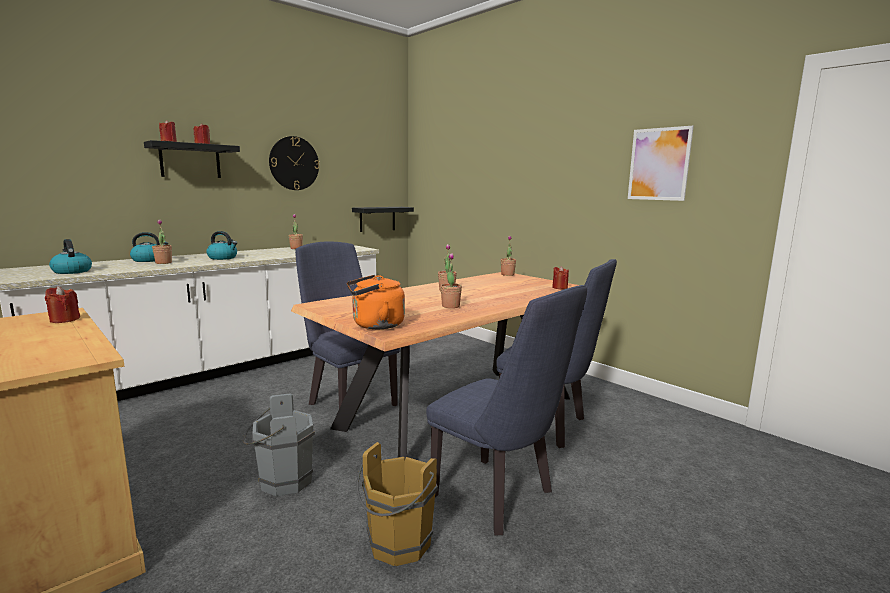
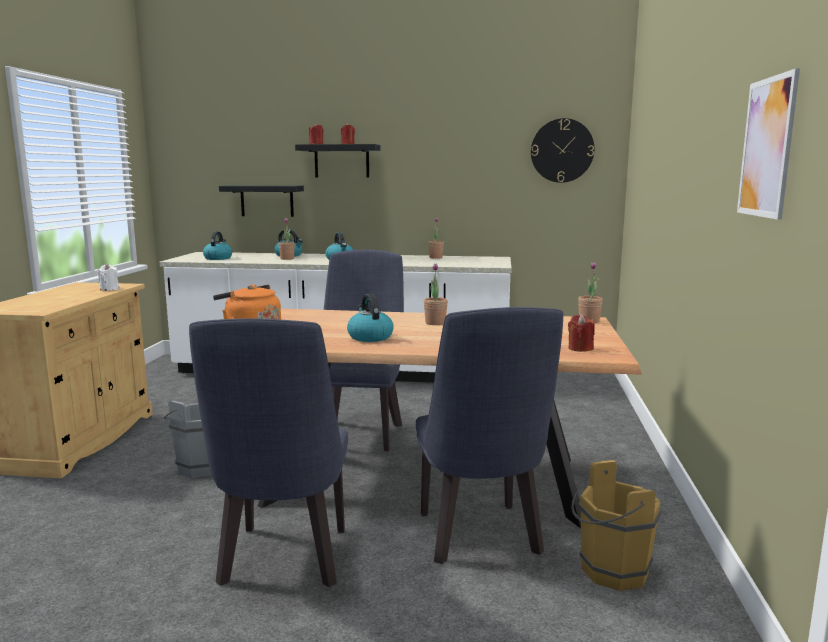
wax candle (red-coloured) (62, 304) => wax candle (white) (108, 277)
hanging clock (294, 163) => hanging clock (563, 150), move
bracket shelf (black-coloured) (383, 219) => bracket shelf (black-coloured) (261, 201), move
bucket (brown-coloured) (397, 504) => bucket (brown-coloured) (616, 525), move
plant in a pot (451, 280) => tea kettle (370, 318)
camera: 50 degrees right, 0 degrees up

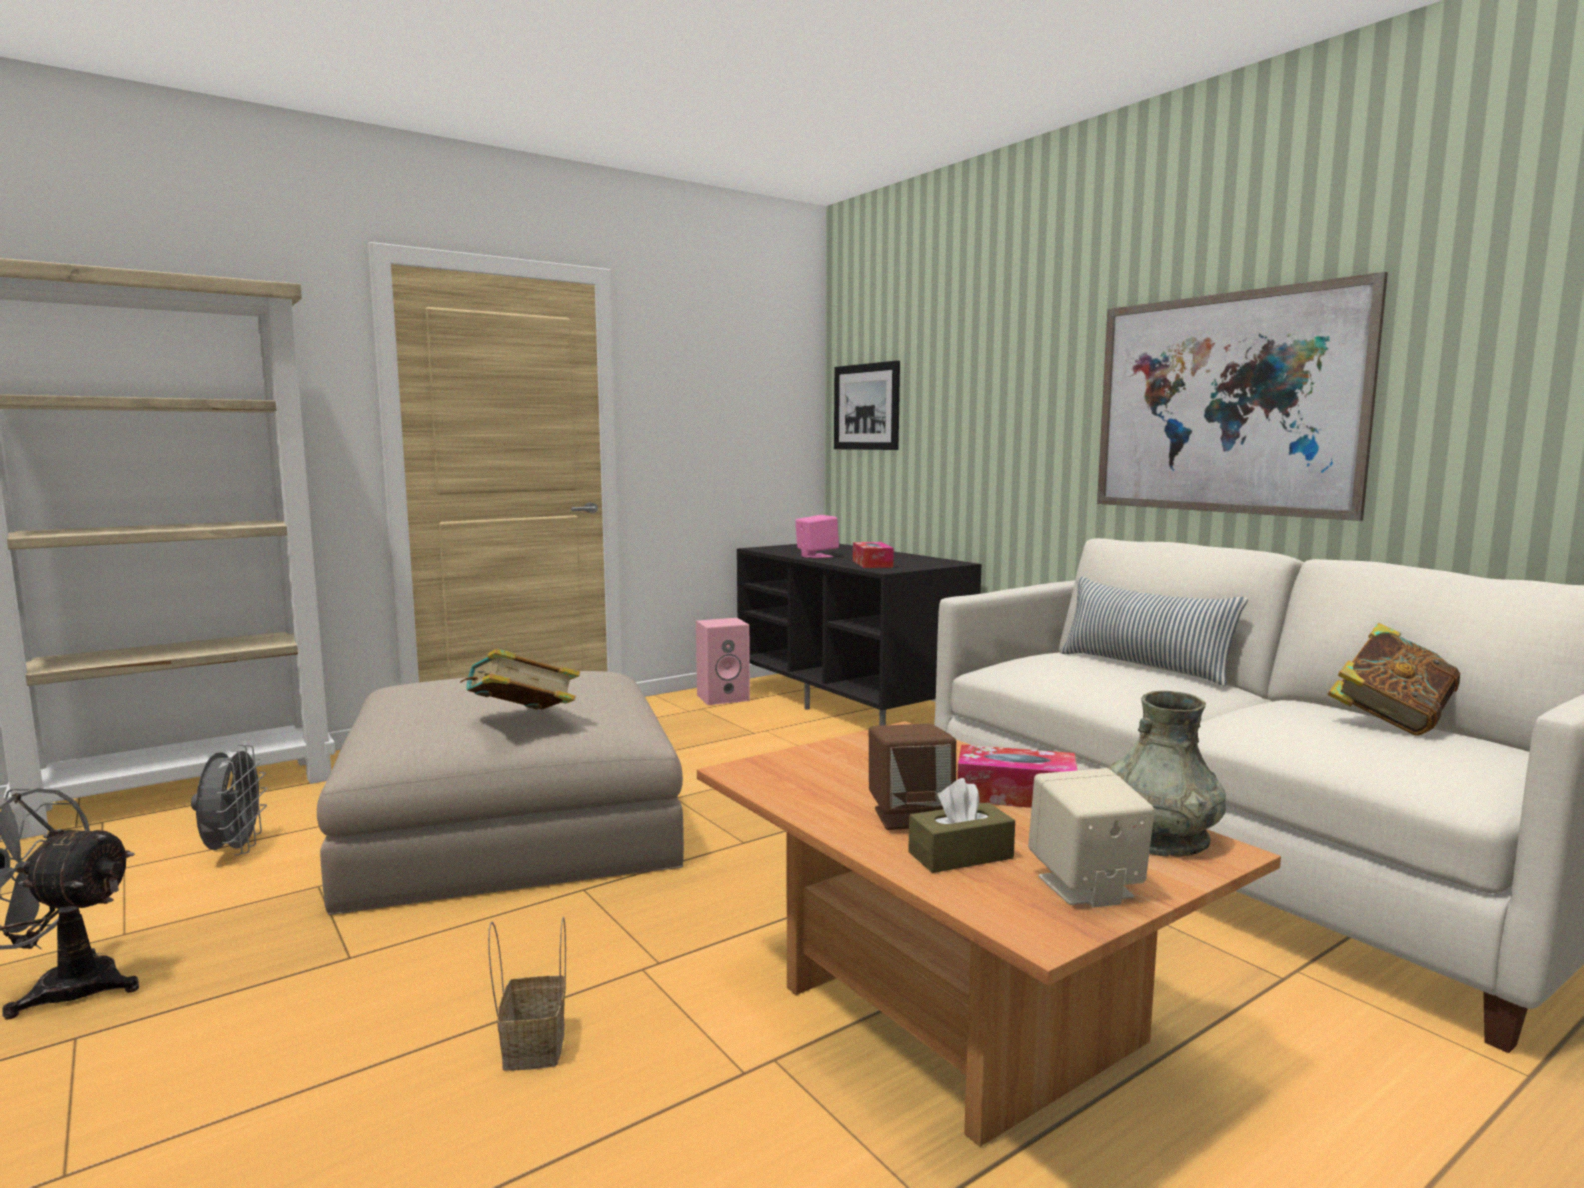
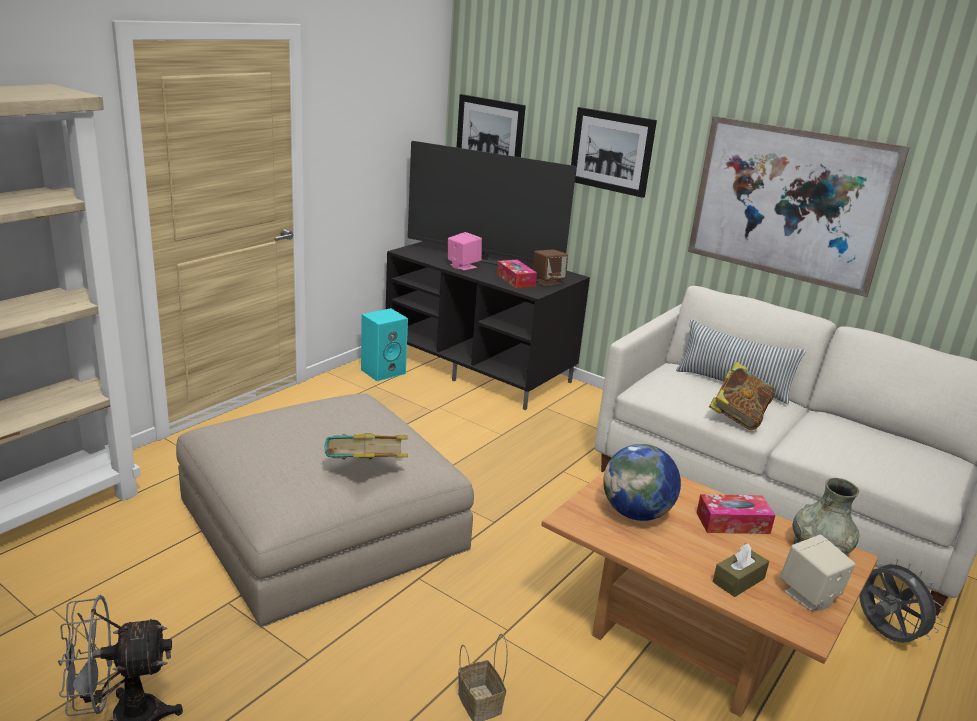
fan (greyish) (229, 800) => fan (greyish) (901, 601), move
speaker (pink-coloured) (723, 661) => speaker (turquoise-coloured) (384, 344)
speaker (brown-coloured) (912, 776) => speaker (brown-coloured) (550, 267), move
volume (1393, 679) => volume (742, 396), move
nothing => TV set (492, 203)
nothing => wall art (614, 152)
nothing => world globe (642, 482)
camera: 20 degrees left, 15 degrees up

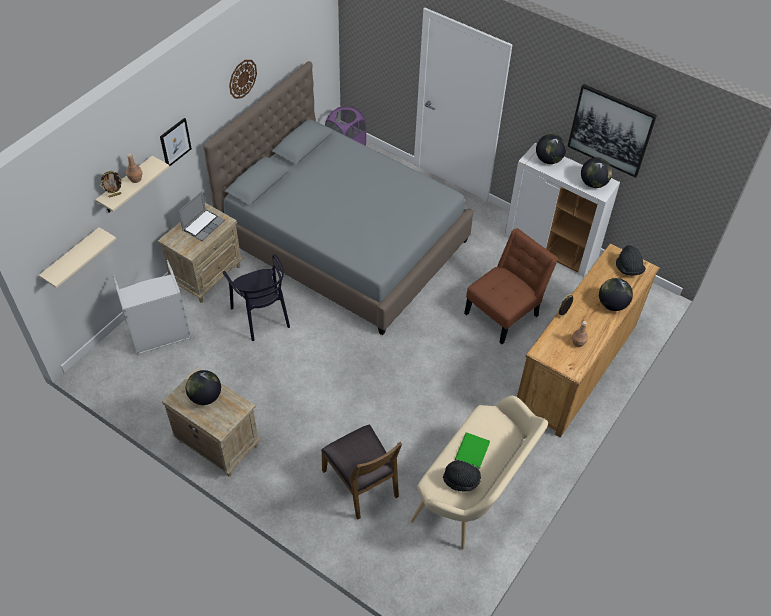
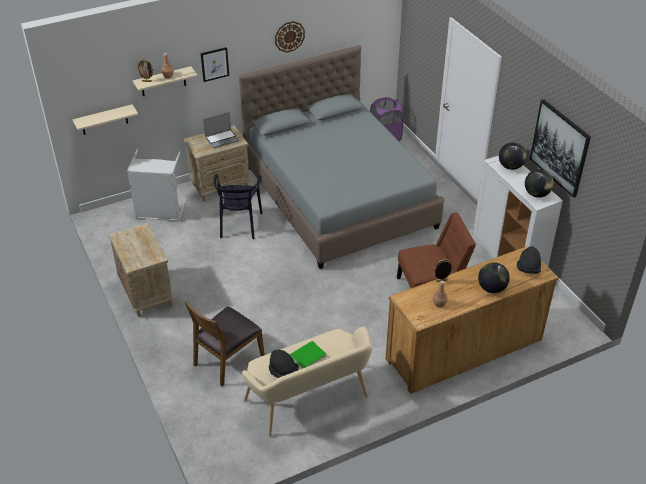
world globe (203, 387) => nothing
upright chair (brown-coloured) (361, 471) => upright chair (brown-coloured) (225, 343), 45 degrees clockwise
camera: 30 degrees right, 10 degrees down

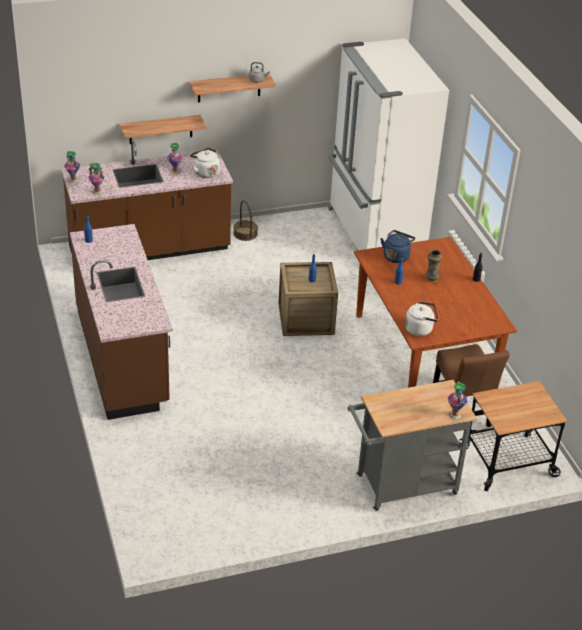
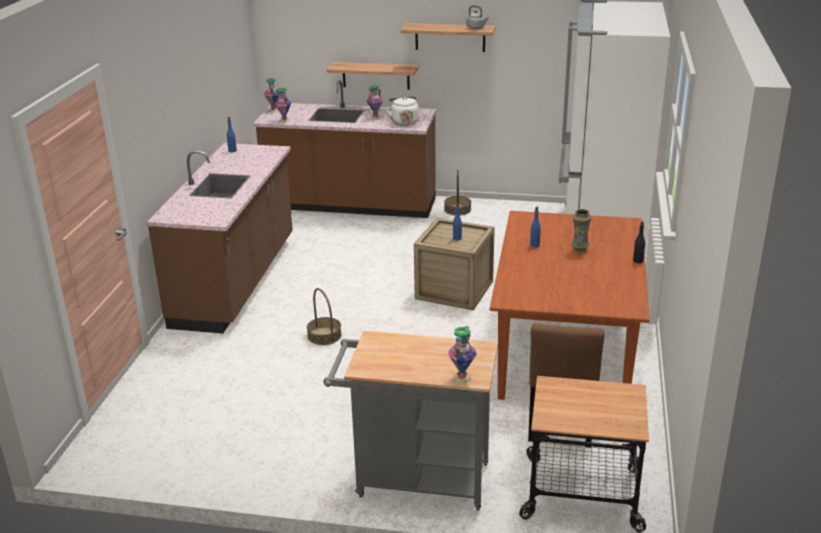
tea kettle (blue-coloured) (397, 246) => nothing
tea kettle (white) (422, 318) => nothing
nothing => storage basket (324, 316)
camera: 30 degrees right, 10 degrees down

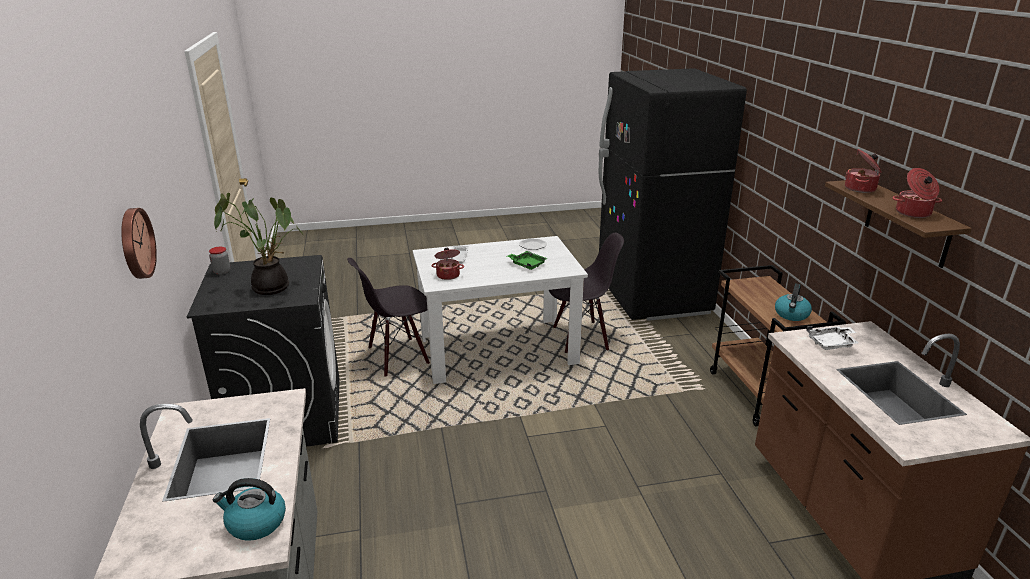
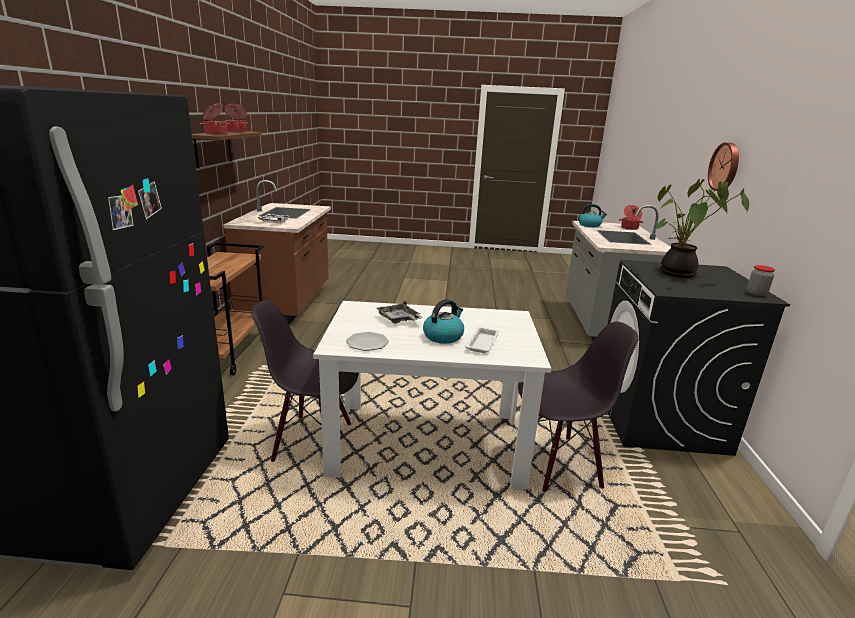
stockpot (448, 264) => stockpot (631, 217), move
carrying tray (green) (527, 260) => carrying tray (greyish) (399, 312)
tea kettle (793, 302) => tea kettle (443, 321), move
camera: 165 degrees left, 5 degrees down

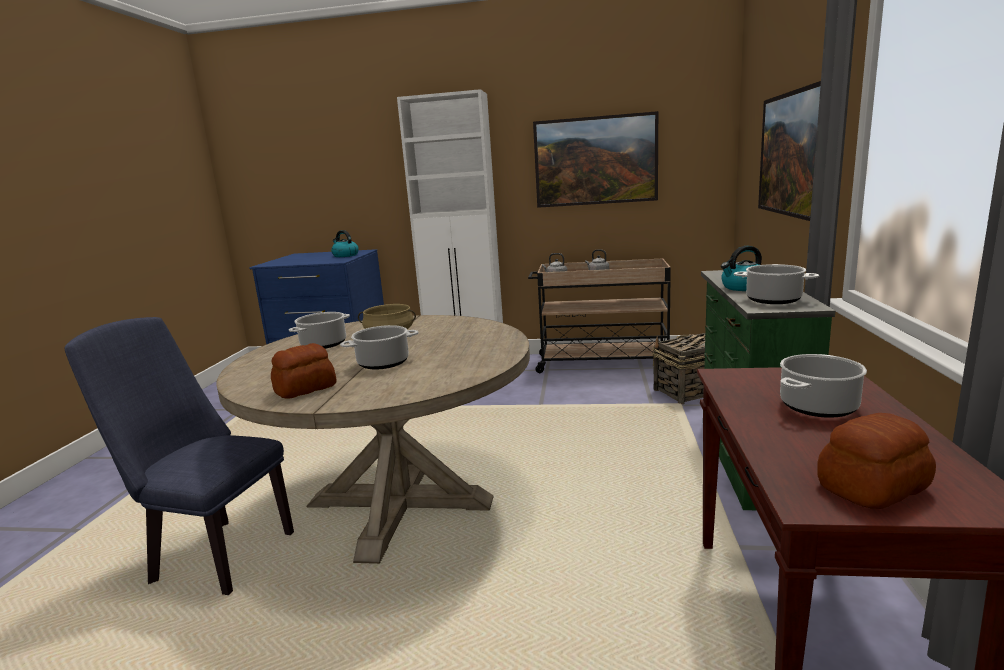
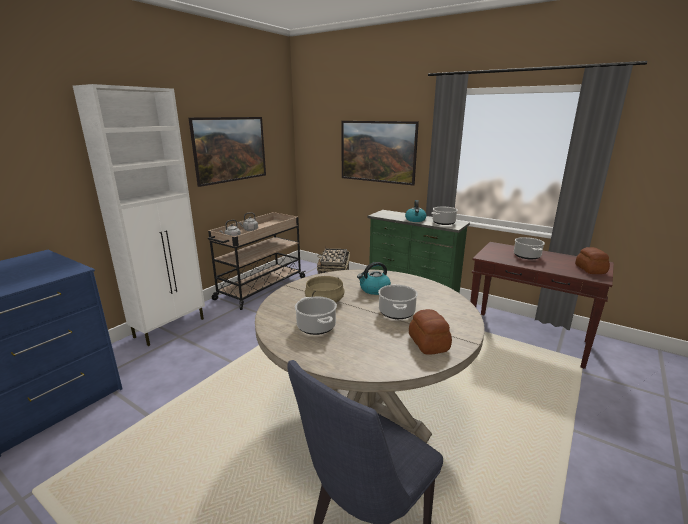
tea kettle (345, 243) => tea kettle (374, 278), move
camera: 65 degrees left, 5 degrees up

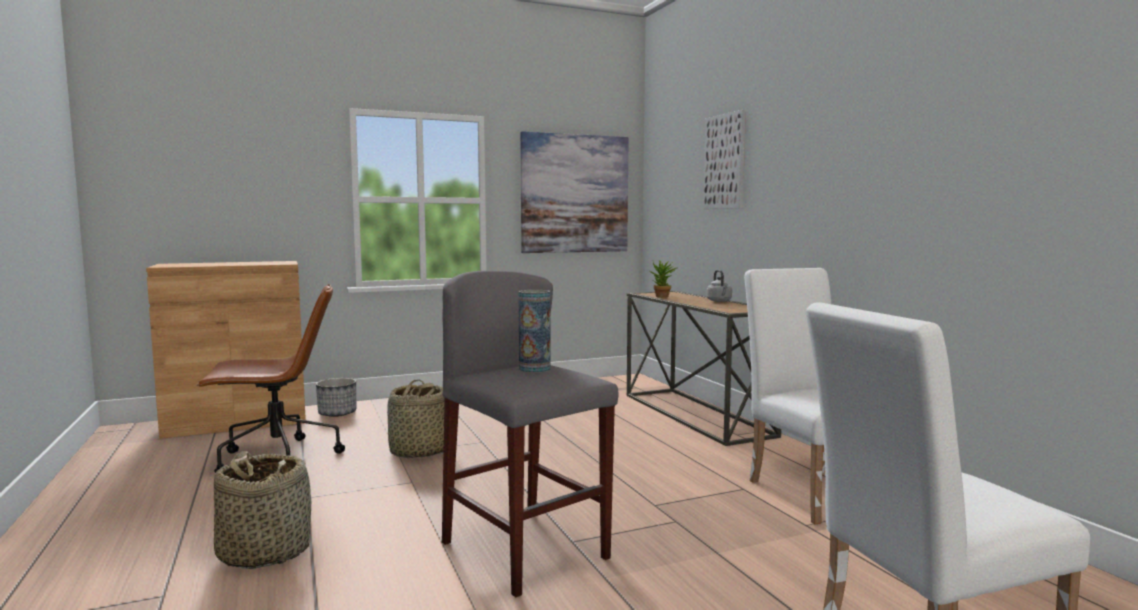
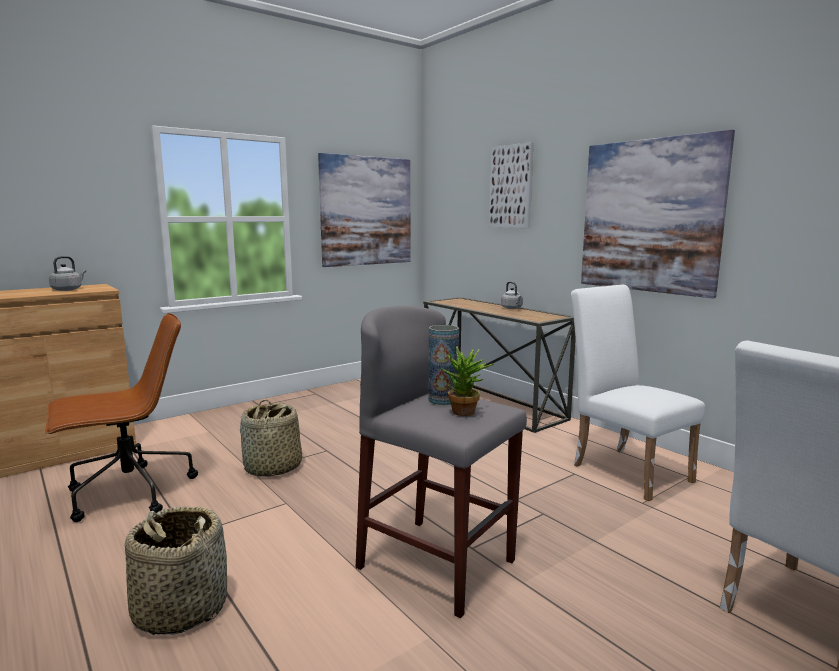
flower pot (336, 397) => nothing
plant in a pot (663, 279) => plant in a pot (467, 381), move
nothing => tea kettle (greyish) (67, 273)
nothing => wall art (658, 213)
camera: 15 degrees left, 5 degrees up

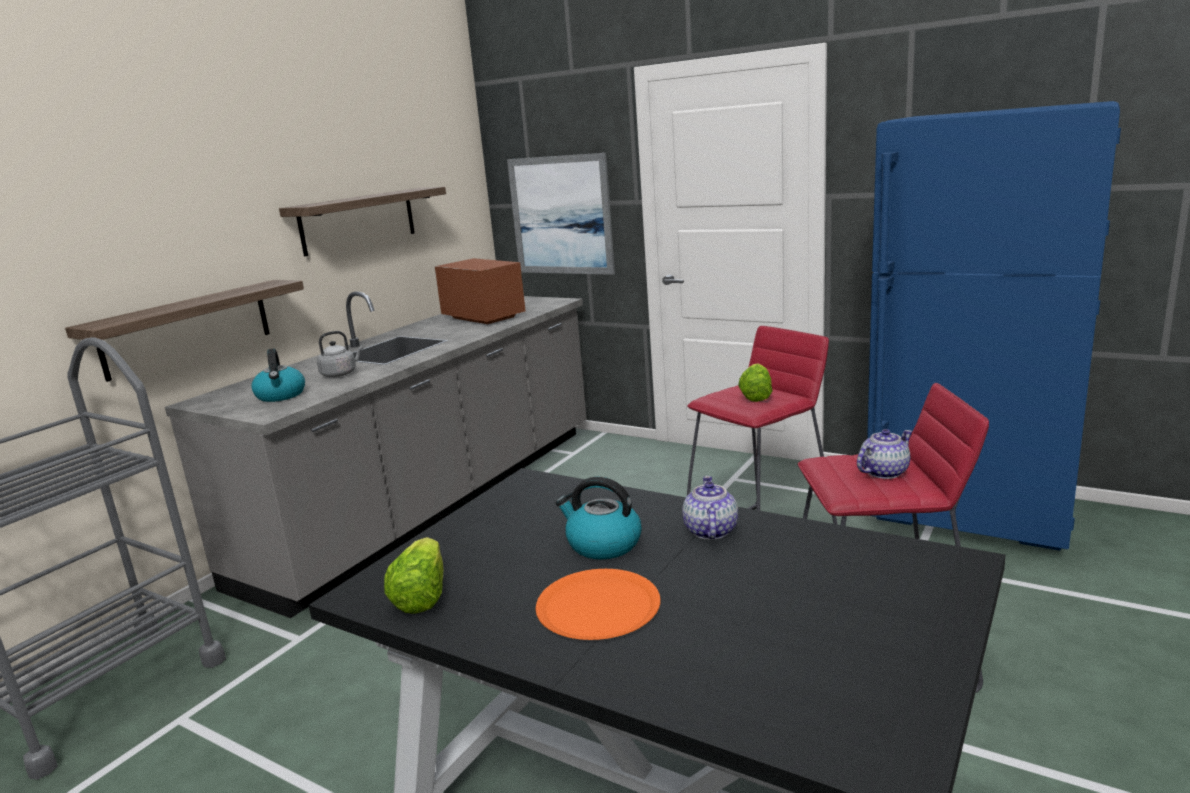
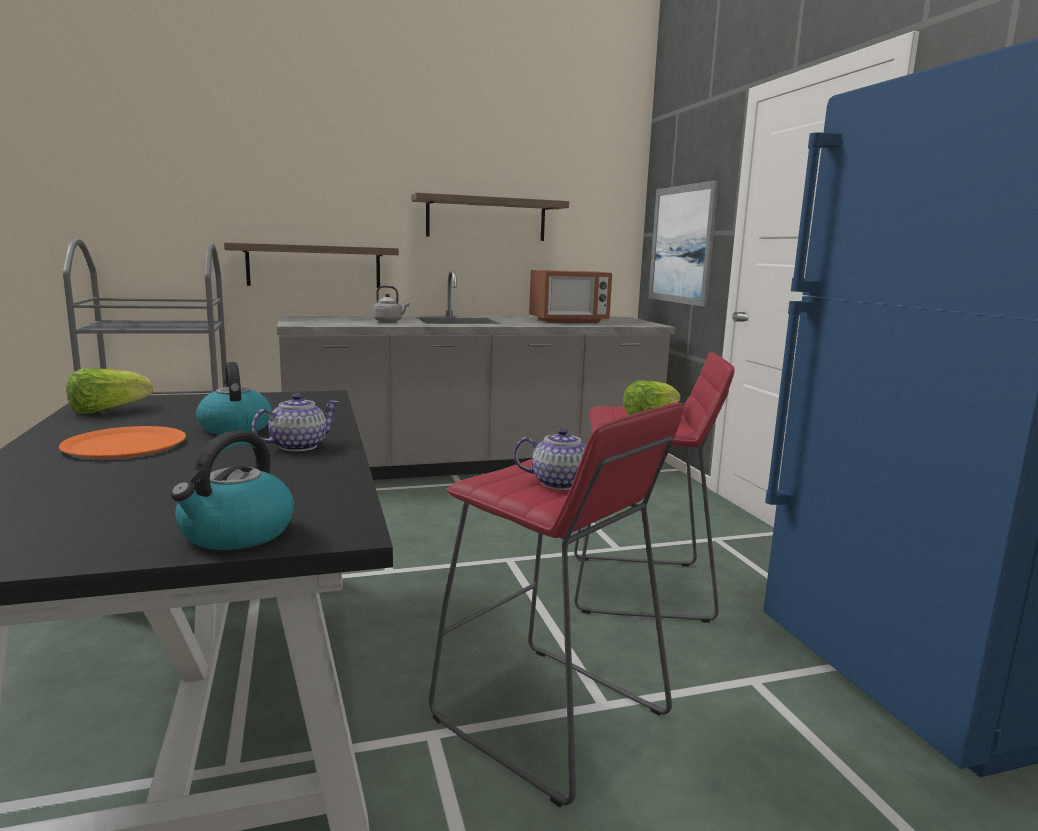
tea kettle (278, 375) => tea kettle (232, 490), move
microwave oven (480, 291) => microwave oven (570, 296), 75 degrees clockwise
camera: 40 degrees right, 5 degrees down

